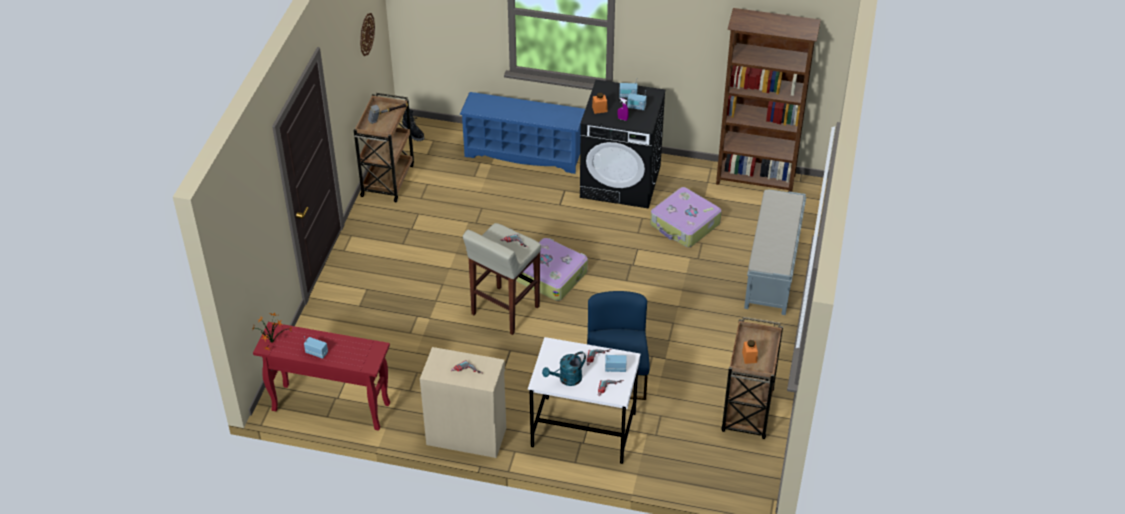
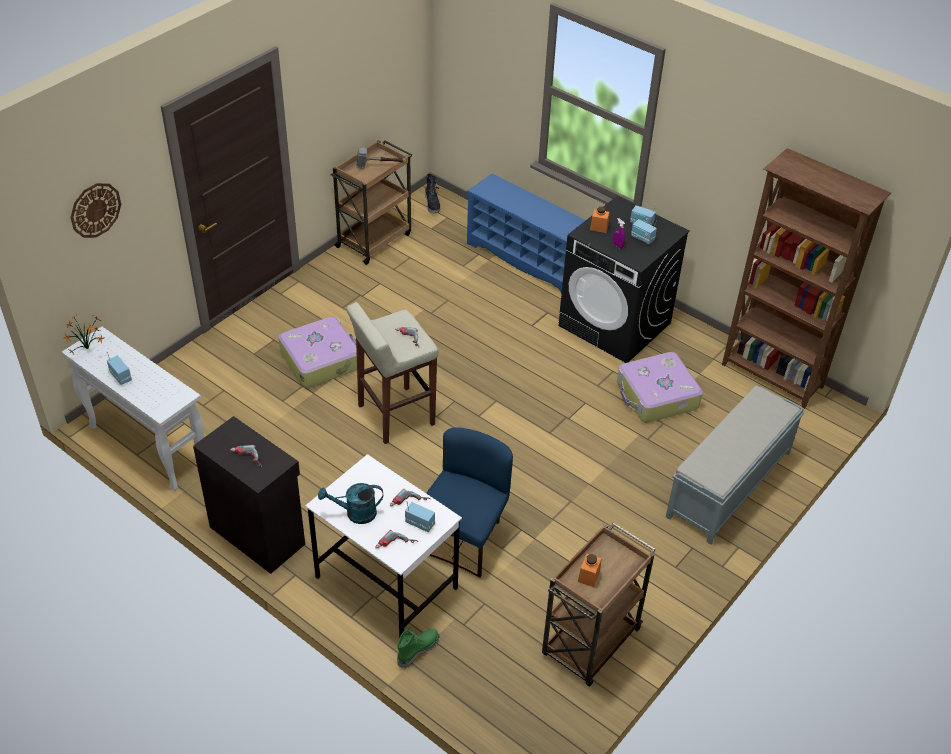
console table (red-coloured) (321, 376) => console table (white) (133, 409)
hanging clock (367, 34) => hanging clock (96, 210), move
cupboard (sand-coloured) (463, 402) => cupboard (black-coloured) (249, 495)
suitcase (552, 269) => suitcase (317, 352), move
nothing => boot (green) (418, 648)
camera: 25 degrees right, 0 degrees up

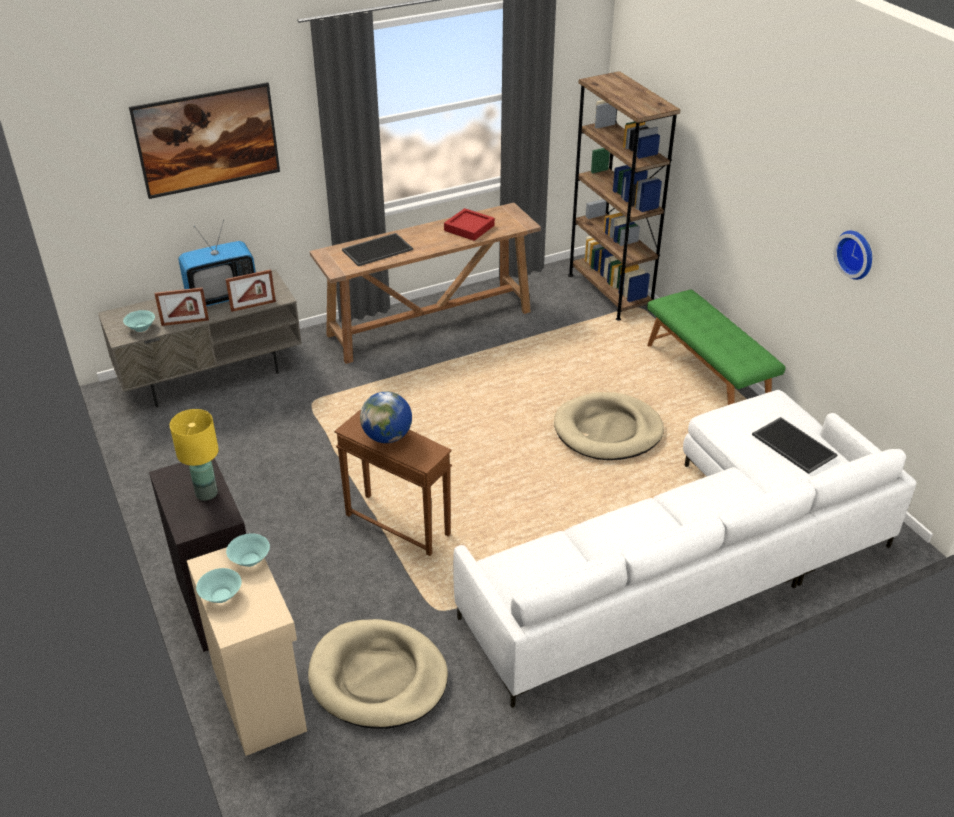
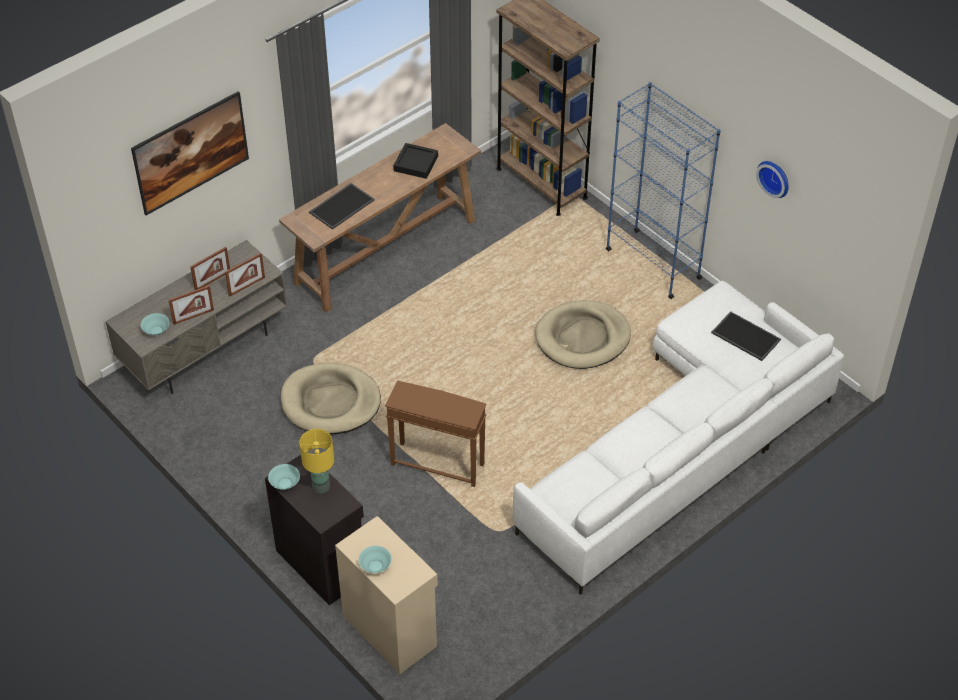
TV set (217, 263) => standing frame (210, 268)
bowl (turquoise-coloured) (248, 550) => bowl (turquoise-coloured) (284, 477), move
pet bed (sand-coloured) (378, 674) => pet bed (sand-coloured) (331, 398), move
world globe (386, 417) => nothing
carrying tray (red-coloured) (469, 224) => carrying tray (black-coloured) (415, 161)
long seat (green) (716, 347) => shelving unit (blue-coloured) (663, 190)
camera: 15 degrees left, 10 degrees up

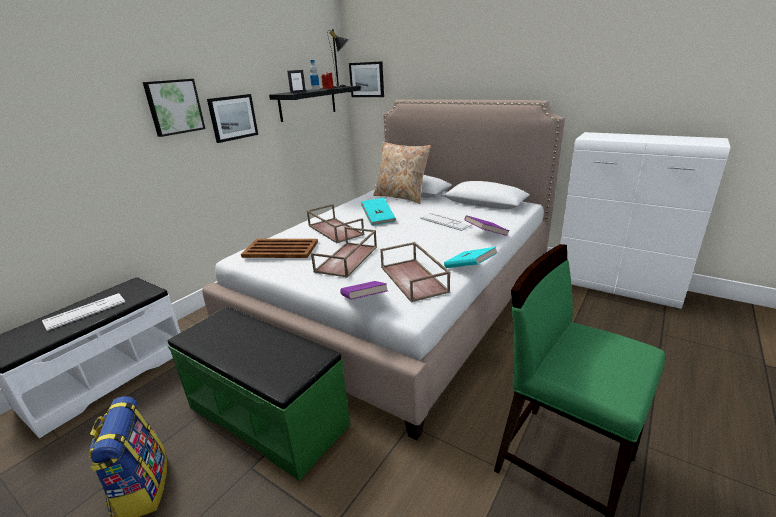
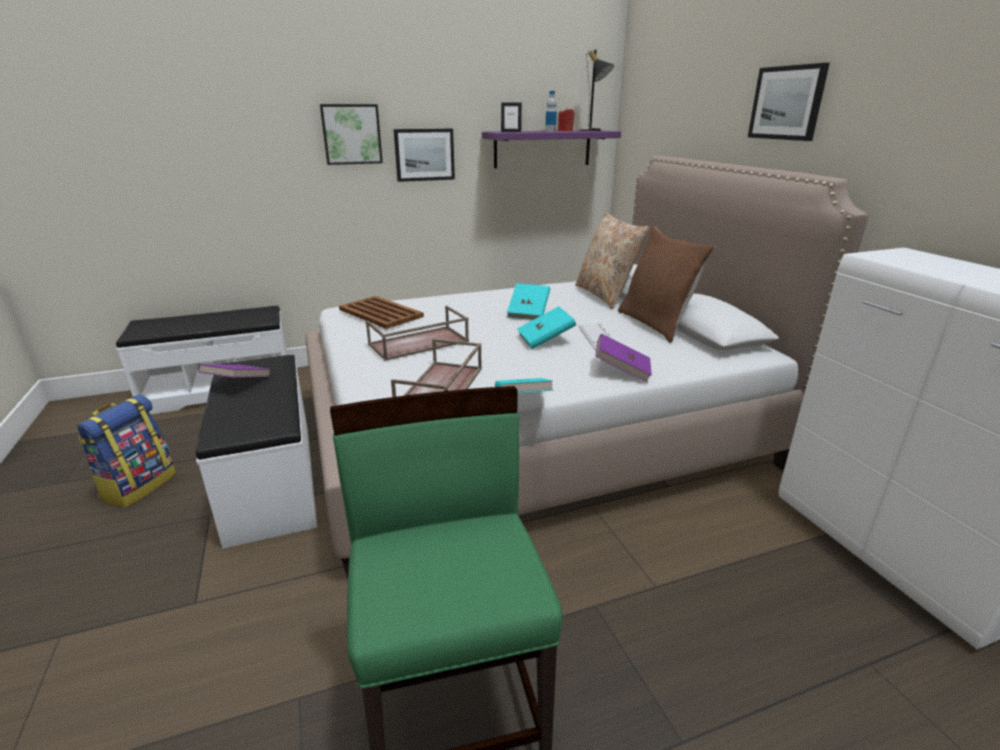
PC keyboard (84, 312) => nothing
long seat (green) (259, 394) => long seat (white) (256, 452)
bracket shelf (black-coloured) (315, 104) => bracket shelf (purple) (551, 149)
carrying tray (brown-coloured) (336, 223) => nothing
volume (purple) (364, 290) => volume (purple) (234, 371), move
wall art (366, 79) => wall art (789, 102), move
nothing => volume (turquoise-coloured) (546, 327)
nothing => throw pillow (brown-coloured) (667, 284)
camera: 35 degrees right, 0 degrees up

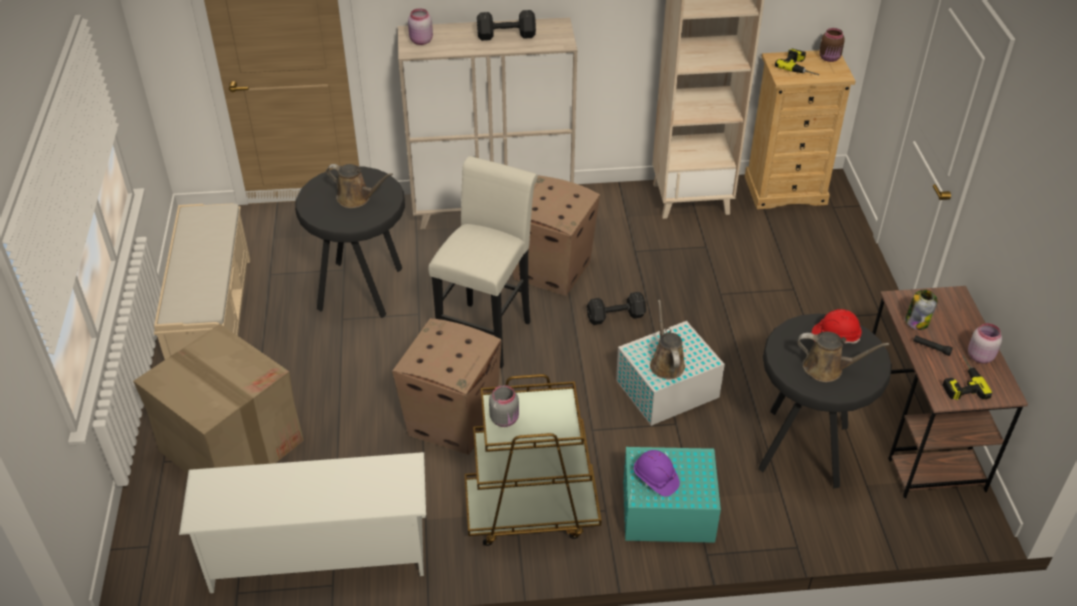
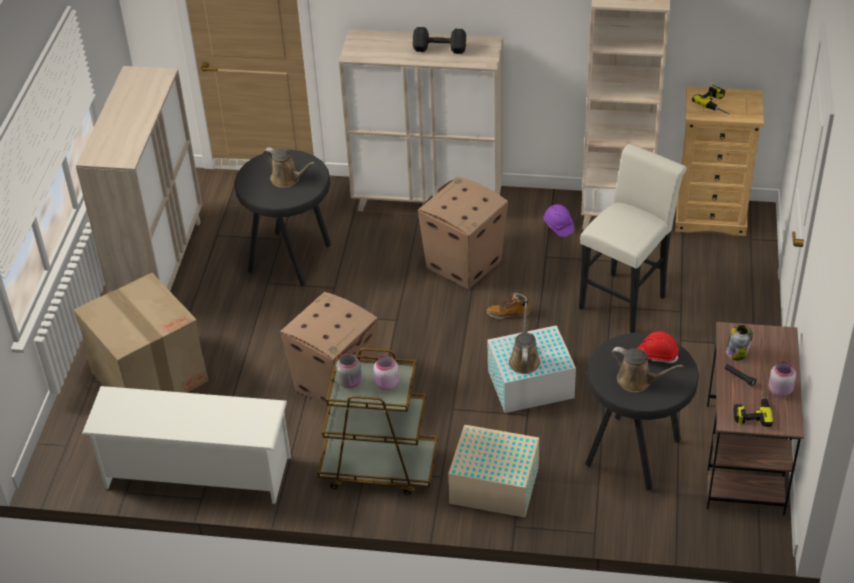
long seat (sand-coloured) (202, 281) => cupboard (sand-coloured) (139, 179)
preserve jar (pink-coloured) (420, 26) => preserve jar (pink-coloured) (386, 372), move
stool (white) (483, 262) => stool (white) (633, 238), move
dumbbell (black-coloured) (616, 308) => boot (508, 305)
storage box (turquoise-coloured) (672, 495) => storage box (sand-coloured) (493, 471)
hard hat (purple) (657, 473) => hard hat (purple) (558, 220), move
preserve jar (brown-coloured) (832, 45) => nothing
camera: 15 degrees right, 0 degrees up

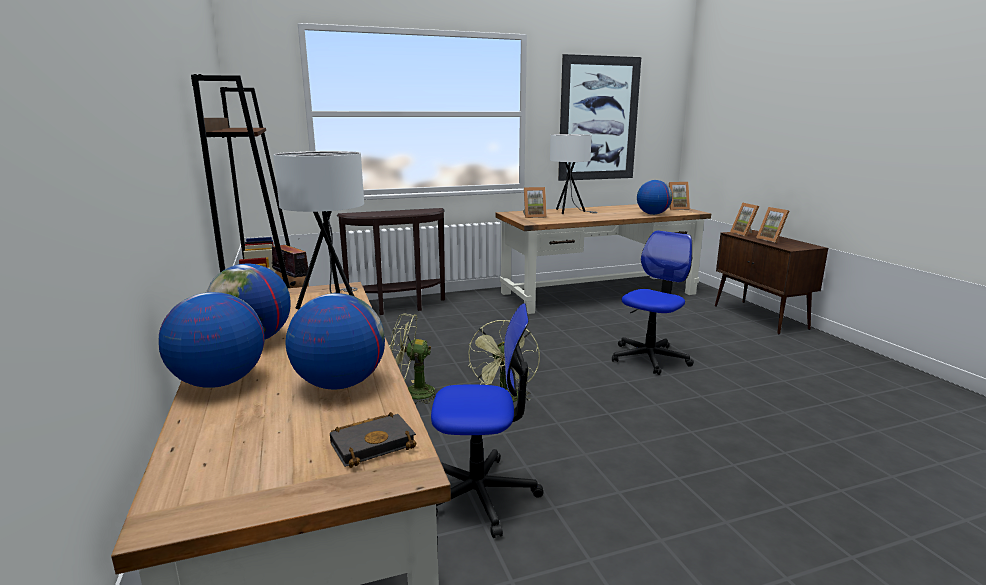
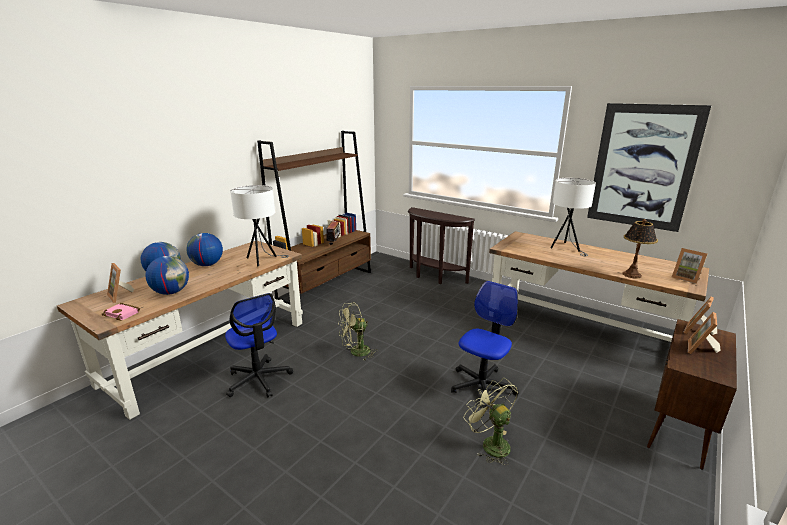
volume (black-coloured) (373, 440) => volume (pink-coloured) (121, 312)
fan (green) (412, 358) => fan (green) (490, 421), move
standing frame (535, 202) => standing frame (120, 283), move
office chair (653, 303) => office chair (485, 344), 60 degrees counterclockwise
world globe (654, 197) => tabletop lamp (640, 249)
camera: 55 degrees right, 5 degrees up

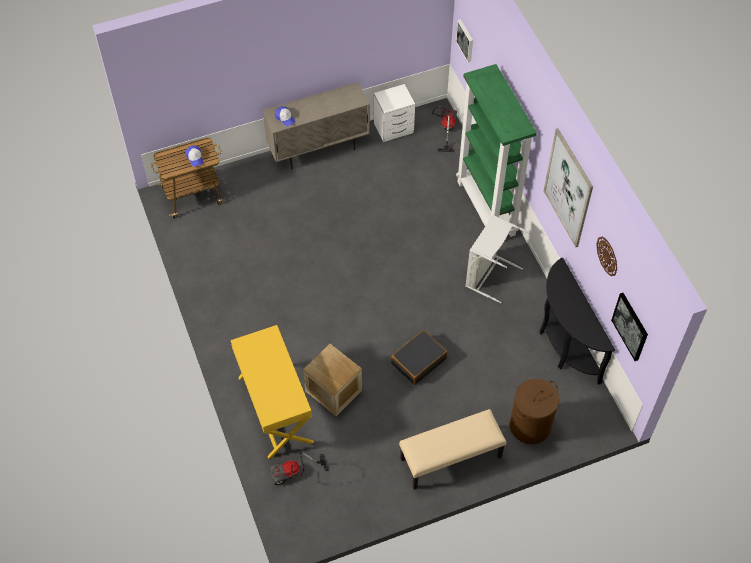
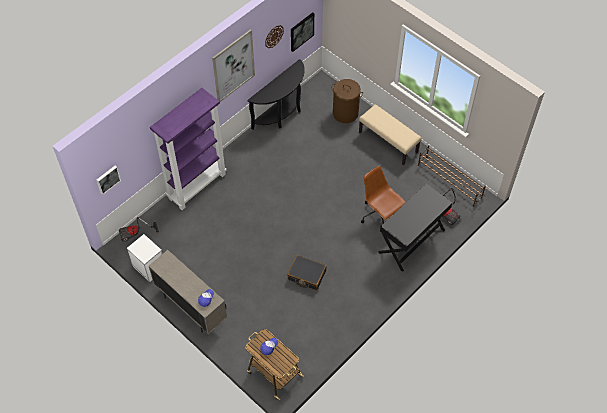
desk unit (yellow) (272, 392) => desk unit (black-coloured) (415, 228)
crate (332, 380) => office chair (brown-coloured) (383, 195)
suitcase (black-coloured) (419, 357) => suitcase (black-coloured) (307, 272), move
shelving unit (green) (496, 150) => shelving unit (purple) (188, 149)
washing basket (greyish) (497, 259) => nothing
nothing => shoe stand (brown-coloured) (452, 175)
camera: 115 degrees left, 0 degrees up

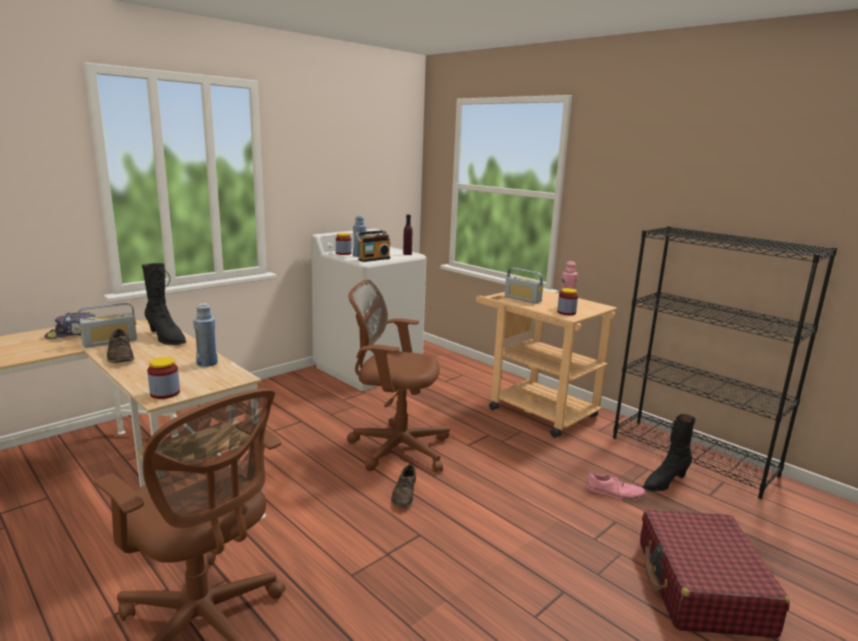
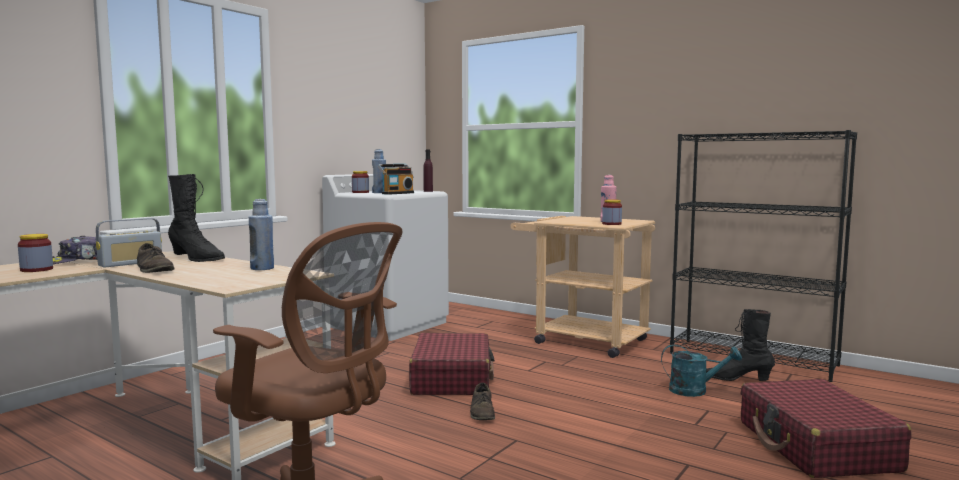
preserve jar (163, 378) => preserve jar (35, 253), move
office chair (brown-coloured) (398, 375) => suitcase (red-coloured) (452, 364)
radio set (524, 286) => nothing
low shoe (pink-coloured) (615, 486) => watering pot (turquoise-coloured) (701, 370)
boot (black-coloured) (669, 452) => boot (black-coloured) (740, 345), 60 degrees clockwise
camera: 10 degrees left, 10 degrees down

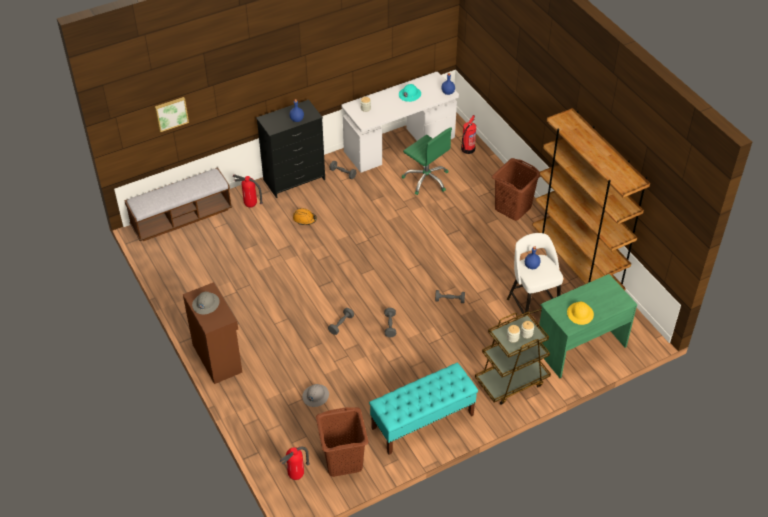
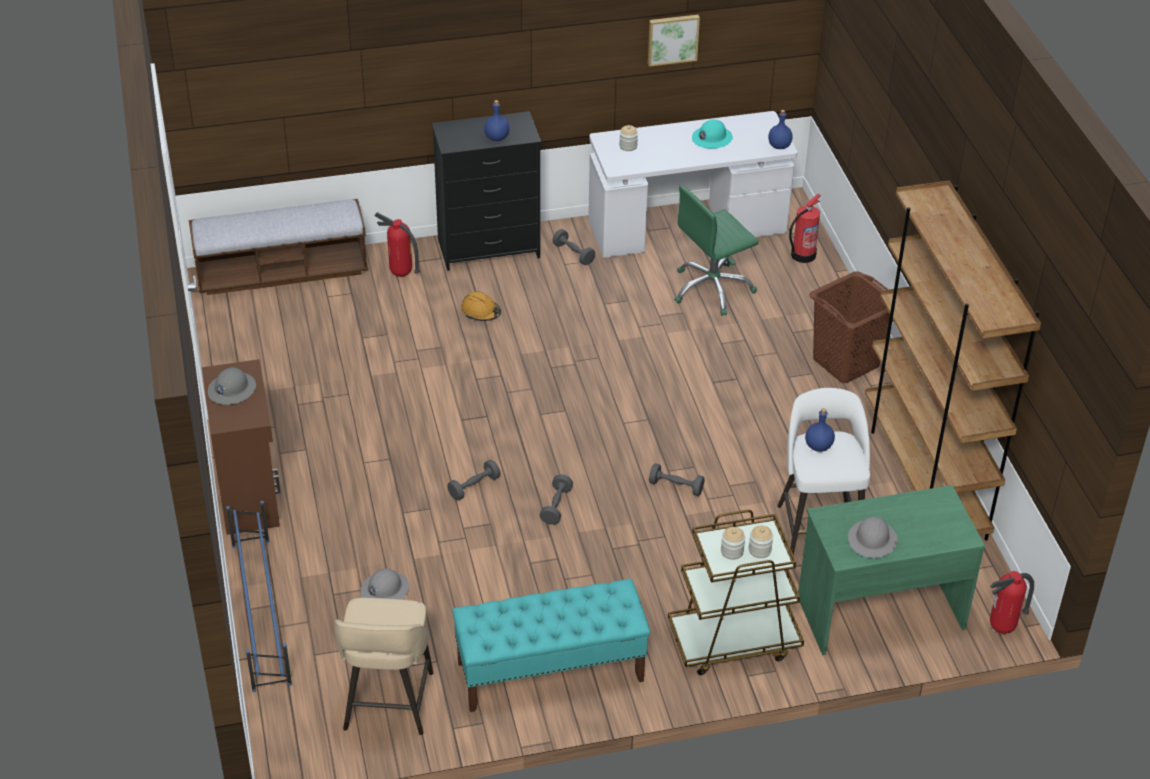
wall art (172, 114) => wall art (674, 41), move
fire extinguisher (295, 463) => fire extinguisher (1012, 602), move
washing basket (brown-coloured) (342, 442) => stool (sand-coloured) (384, 666)
office chair (green) (427, 161) => office chair (green) (716, 250), 90 degrees clockwise
hard hat (yellow) (580, 313) => hard hat (greyish) (872, 537)
nothing => shoe stand (blue-coloured) (259, 596)
camera: 15 degrees right, 5 degrees down

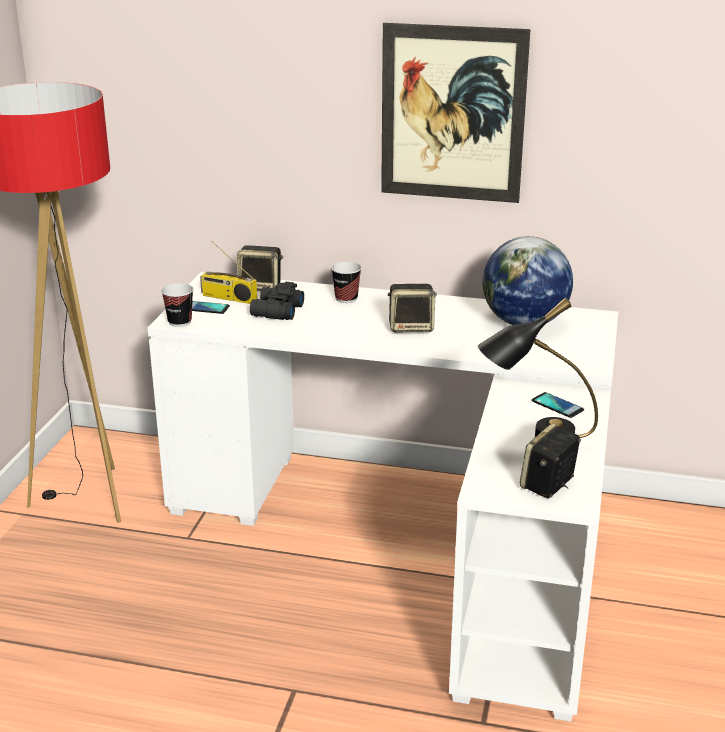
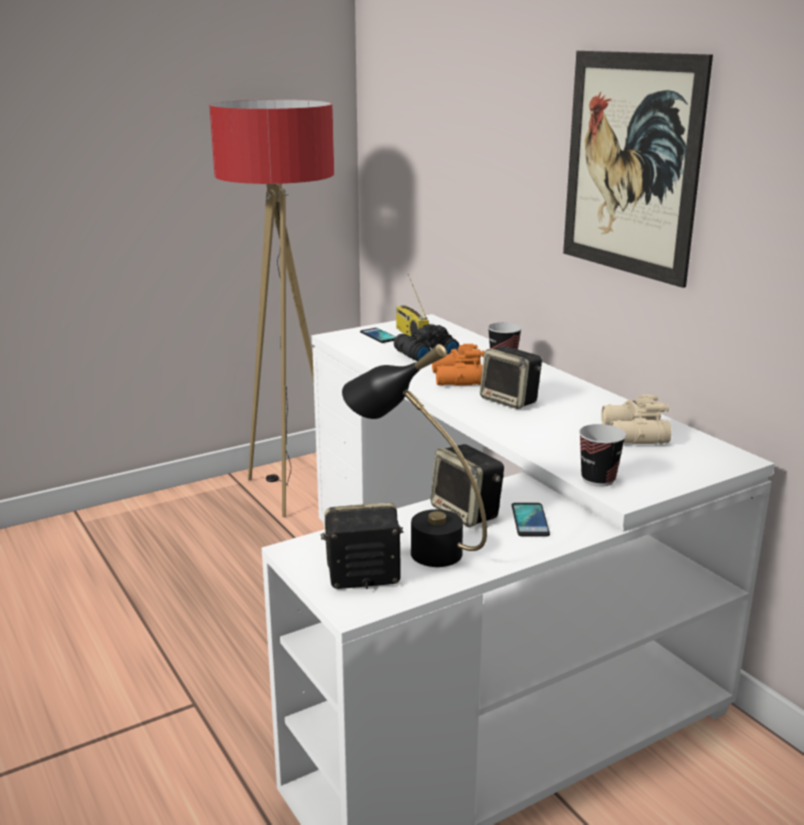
cup (177, 305) => cup (602, 455), move
speaker (260, 268) => speaker (467, 485), move
world globe (527, 280) => binoculars (sand-coloured) (636, 419)
nothing => binoculars (orange) (458, 365)
camera: 45 degrees right, 5 degrees down

